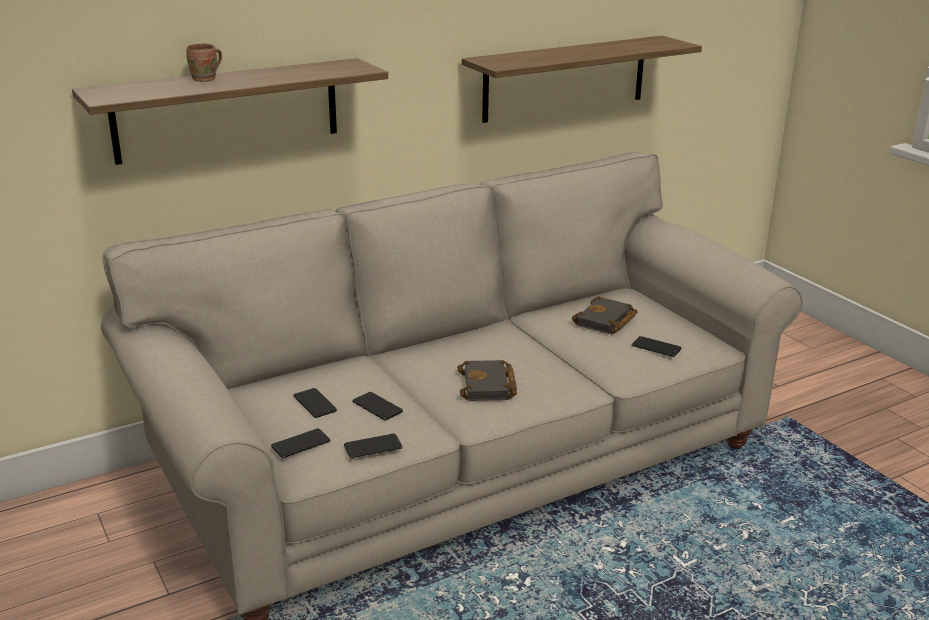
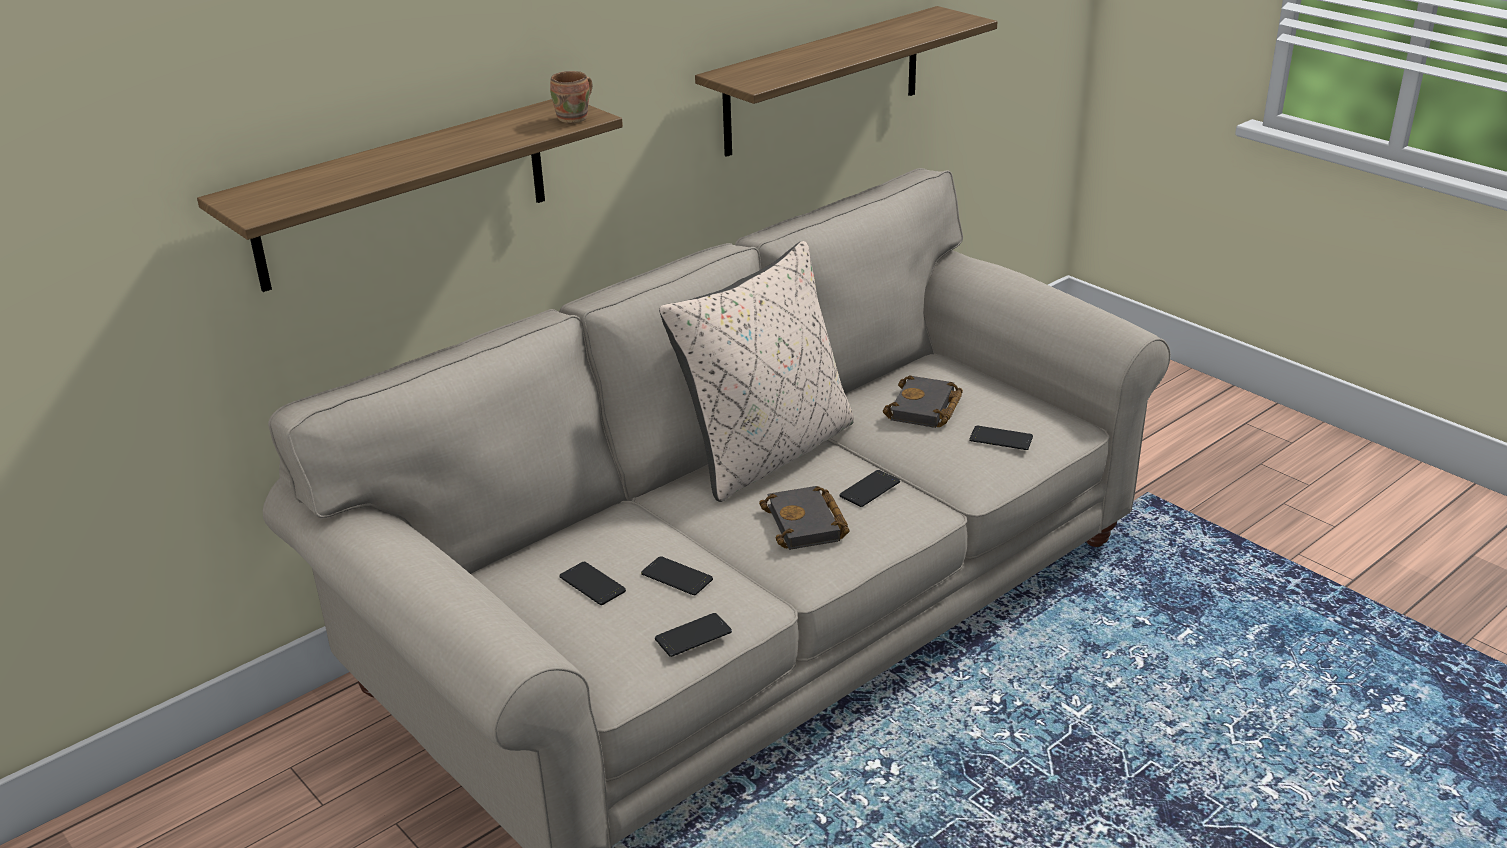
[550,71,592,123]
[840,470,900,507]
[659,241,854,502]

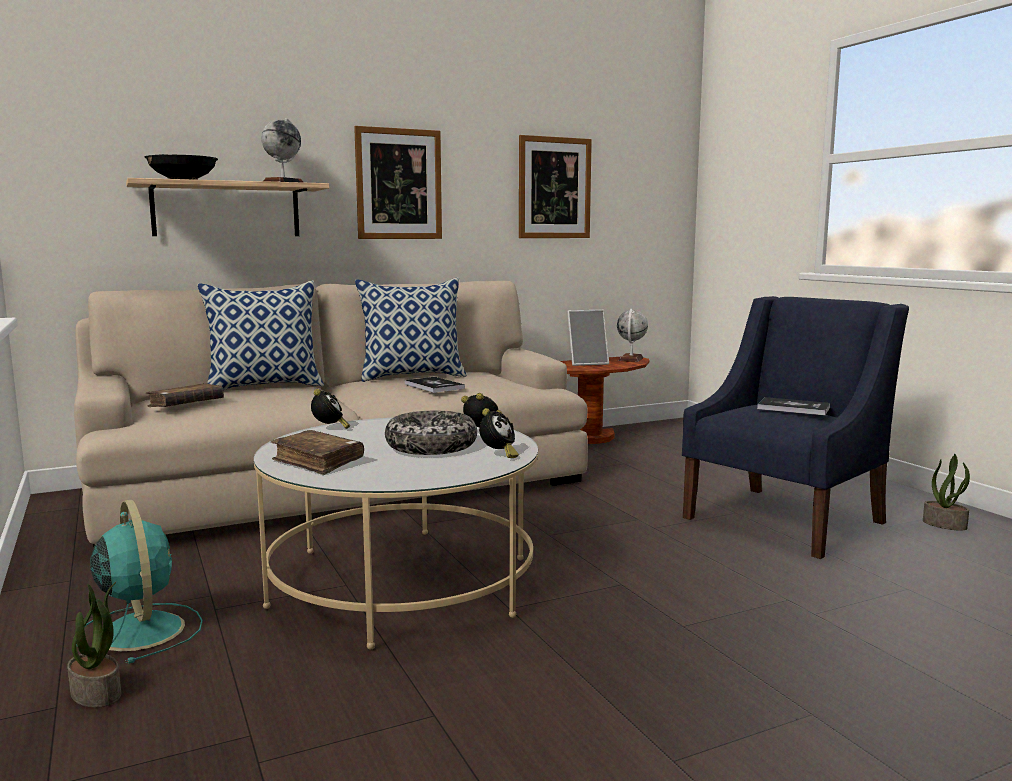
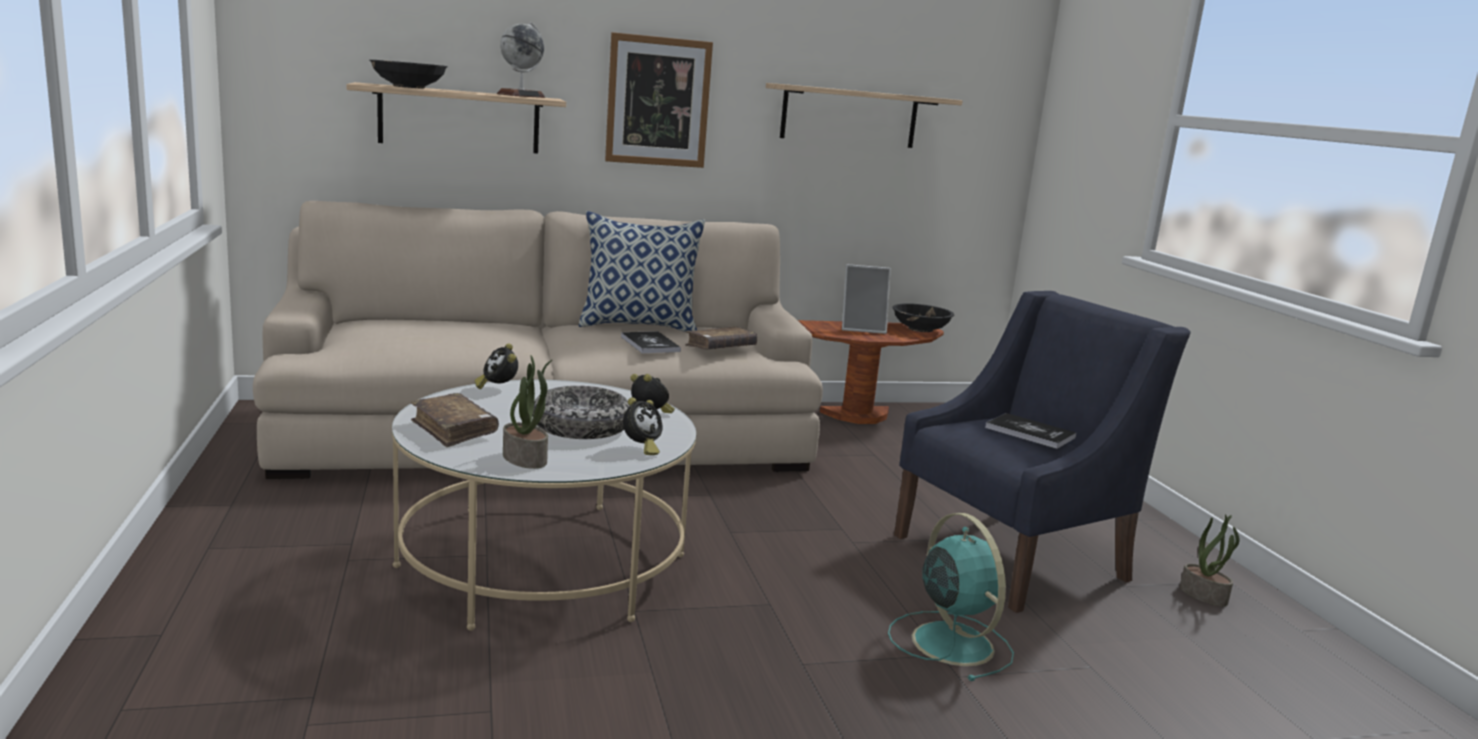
[503,356,553,469]
[888,513,1014,681]
[685,326,757,350]
[198,281,324,390] (first image)
[475,343,518,389]
[766,83,963,148]
[893,304,954,332]

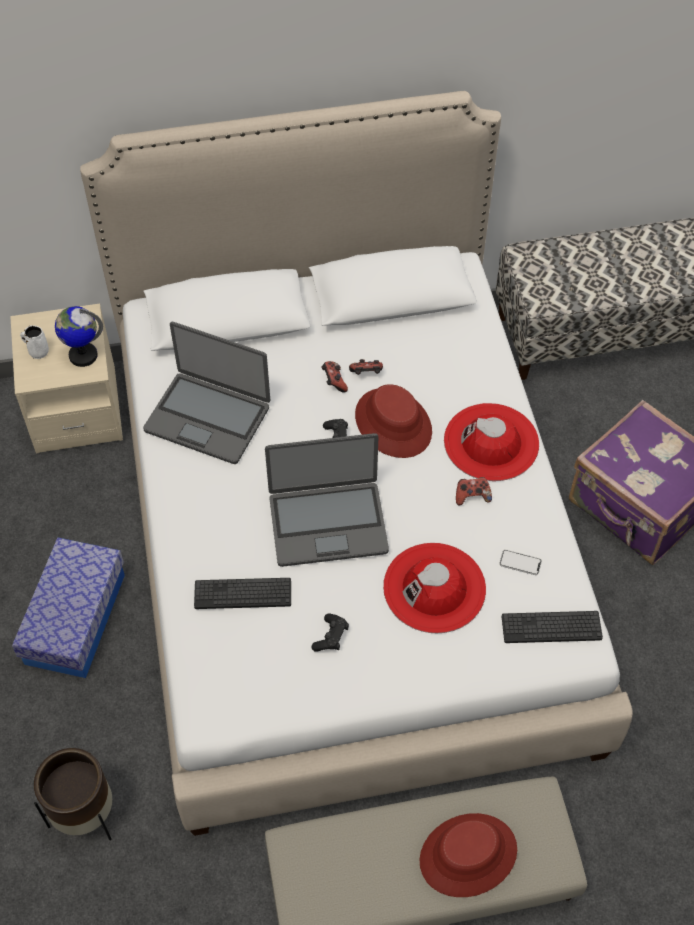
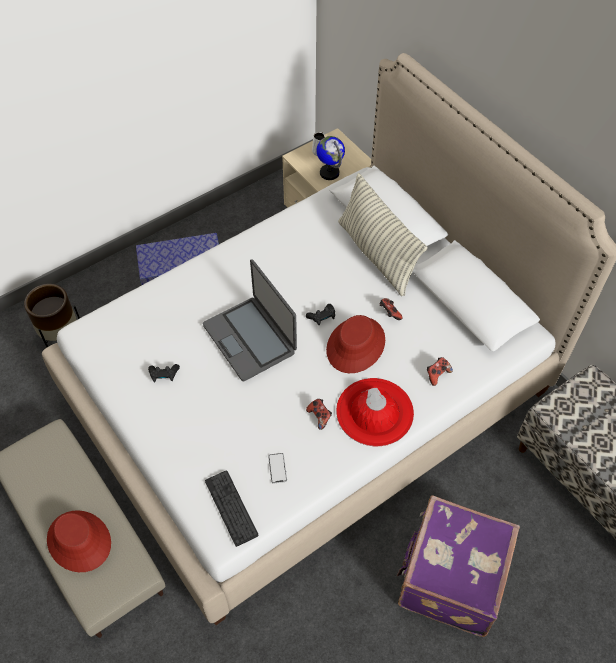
[143,322,270,464] (first image)
[194,578,291,609] (first image)
[427,357,453,386]
[383,543,486,633] (first image)
[338,173,427,296]

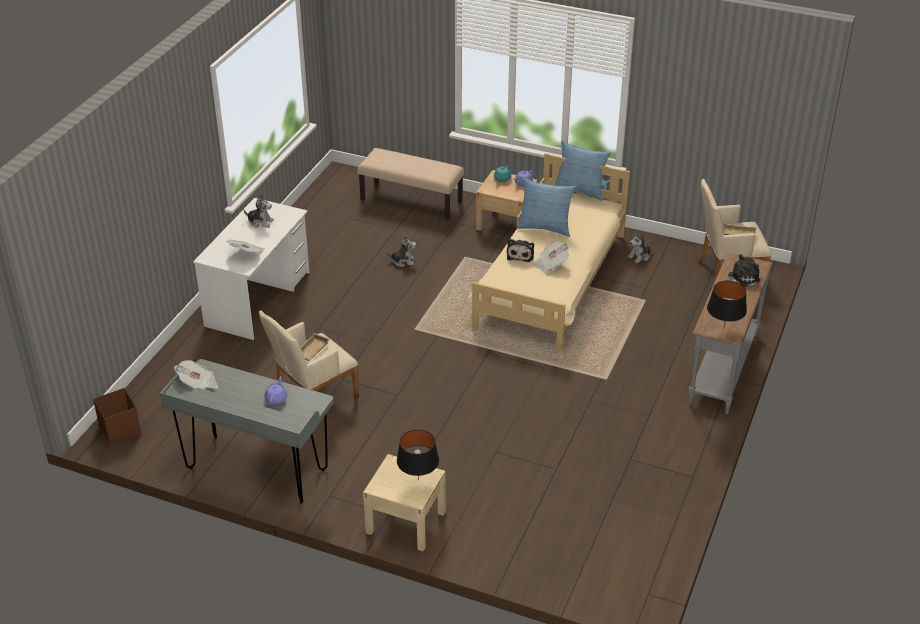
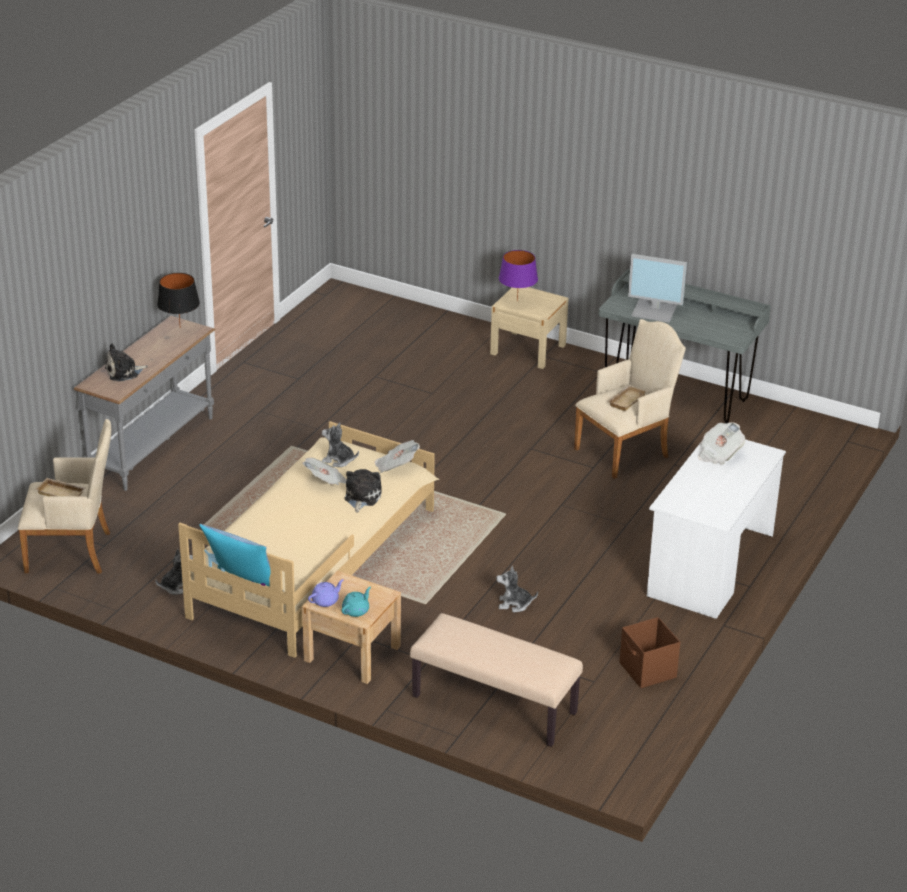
[619,617,680,688]
[375,440,420,473]
[322,423,359,467]
[628,254,687,323]
[499,250,538,302]
[517,178,576,237] (first image)

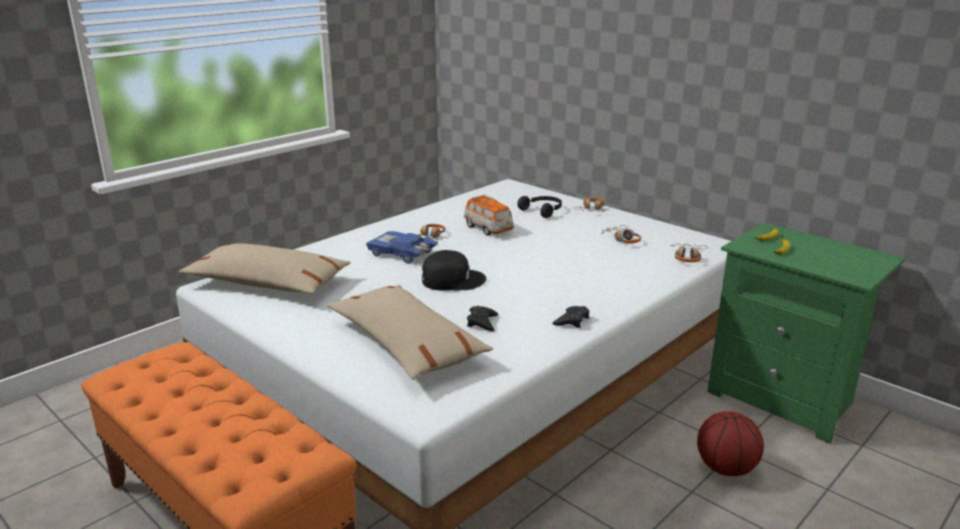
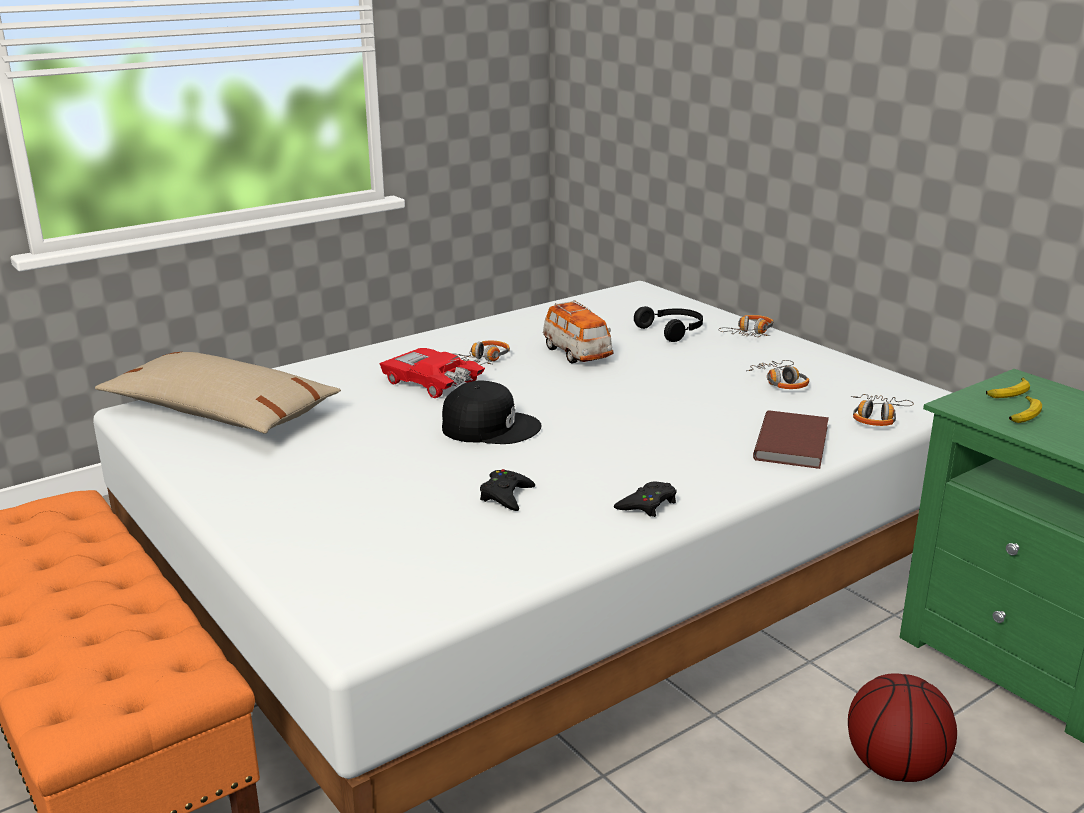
[327,285,493,380] (first image)
[379,348,485,398]
[753,410,829,469]

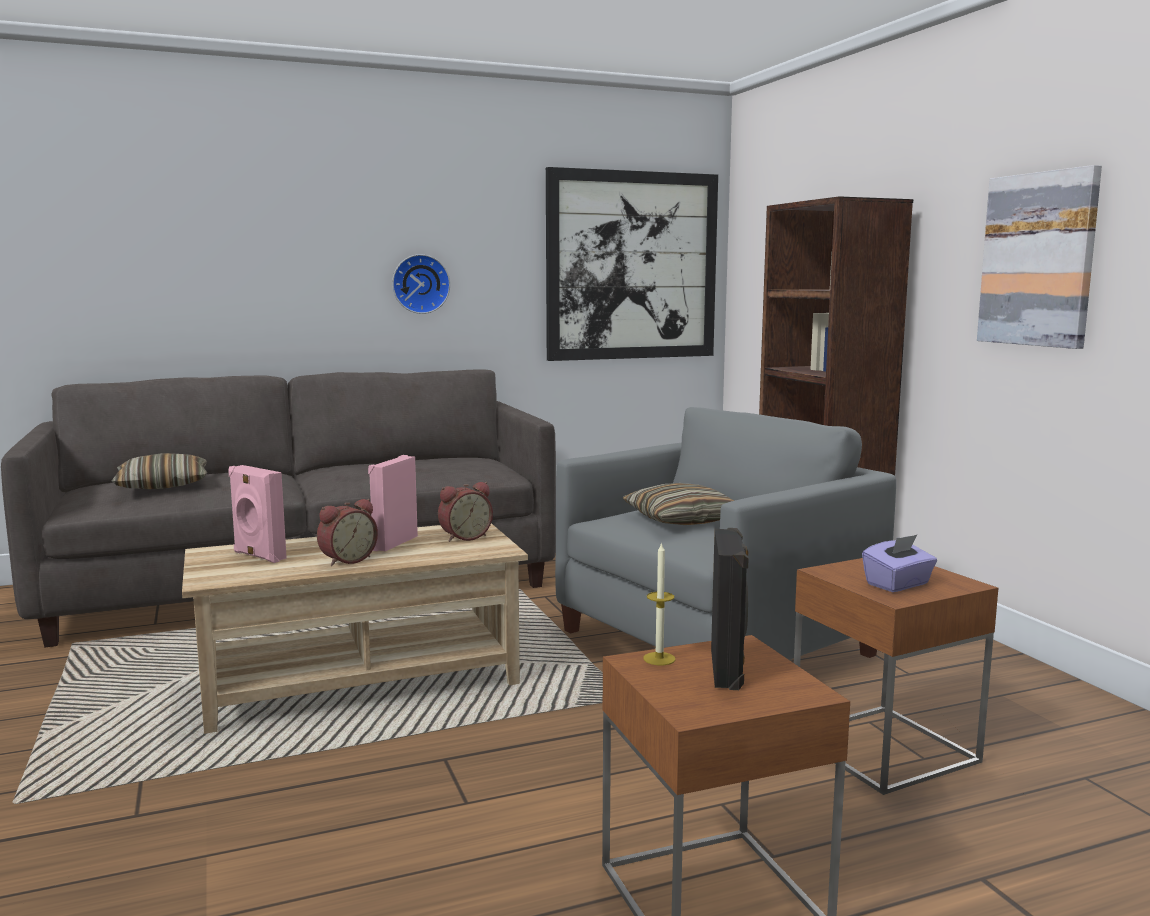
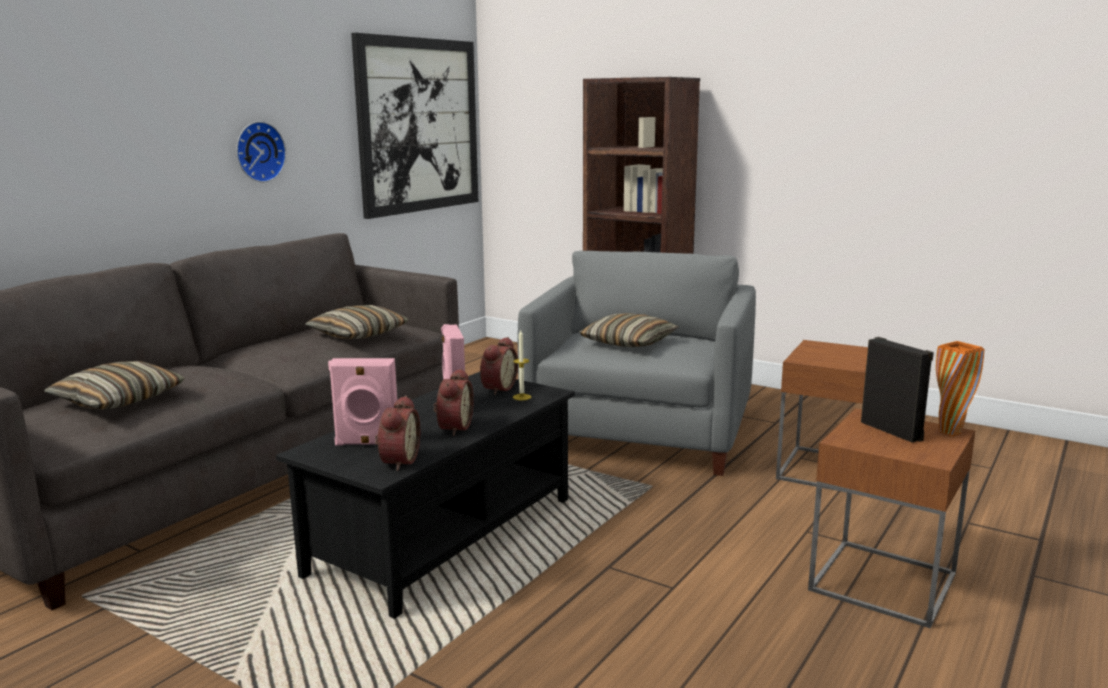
[276,372,575,619]
[513,330,531,400]
[862,534,937,592] (first image)
[977,165,1102,349] (first image)
[305,305,409,339]
[375,396,420,471]
[936,341,984,436]

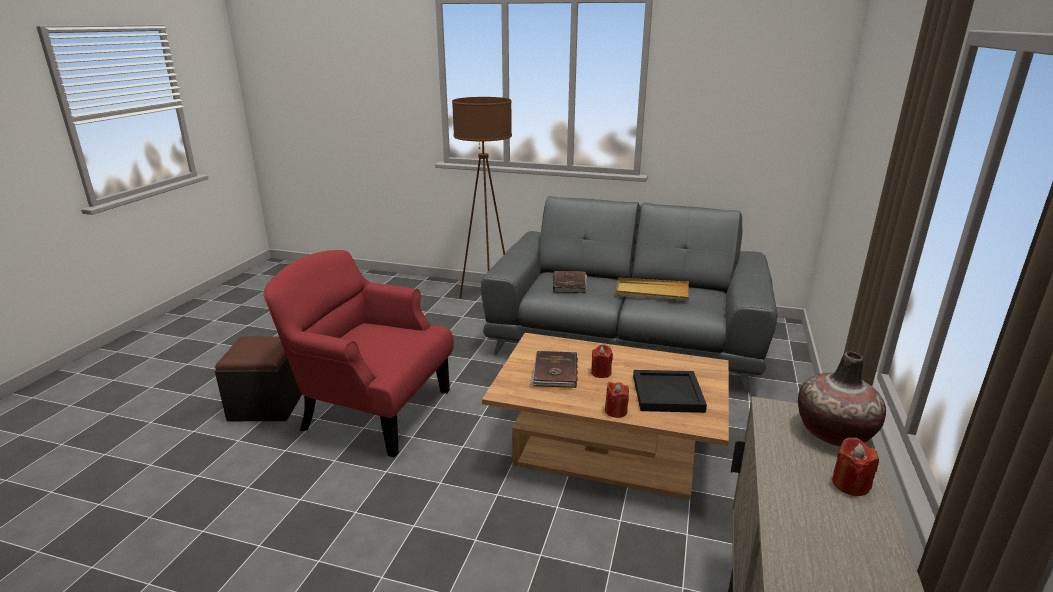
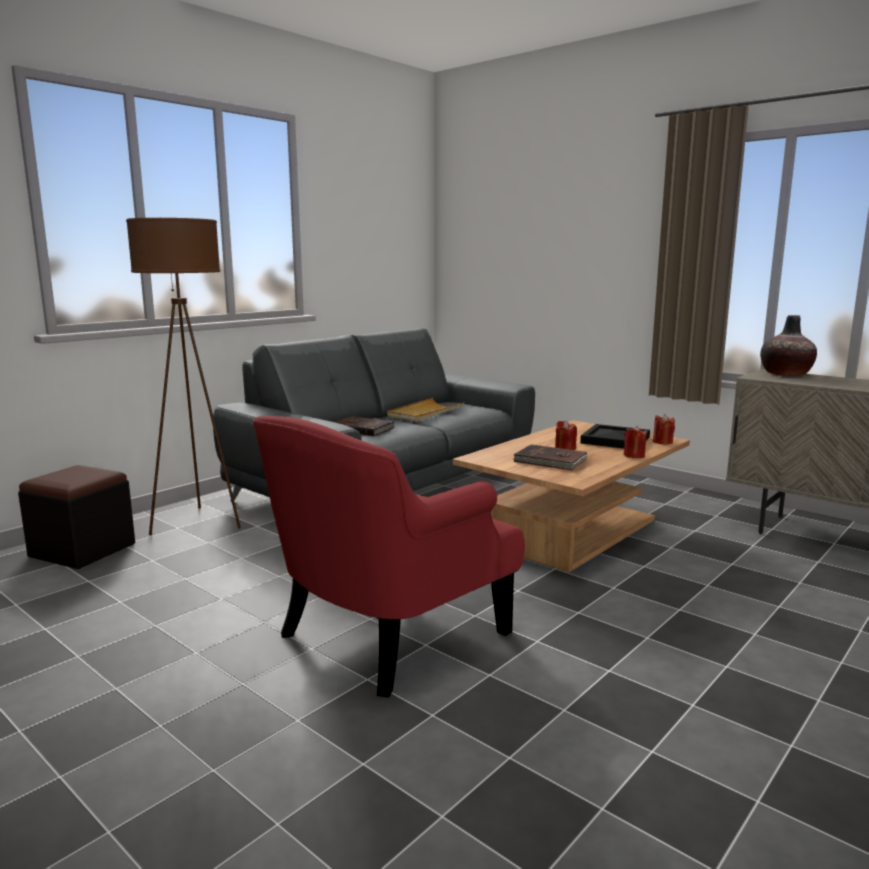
[18,465,135,569]
[653,414,675,445]

